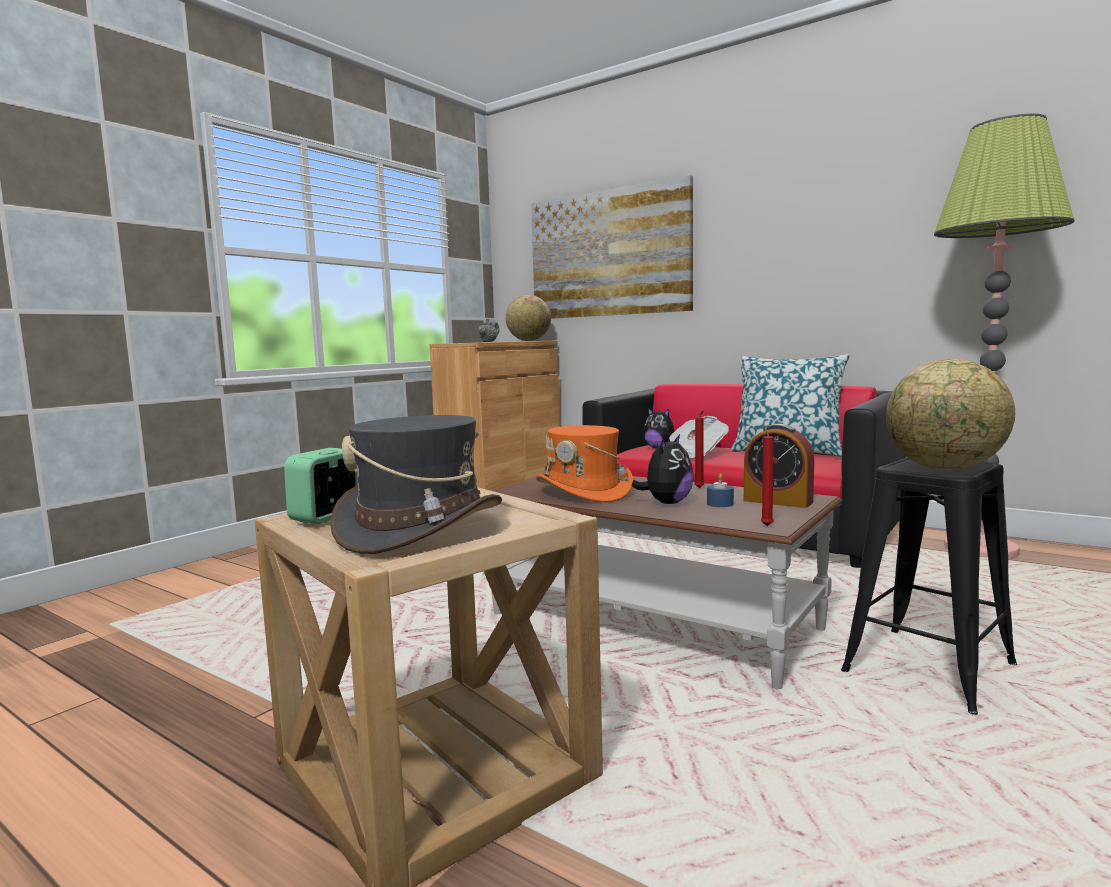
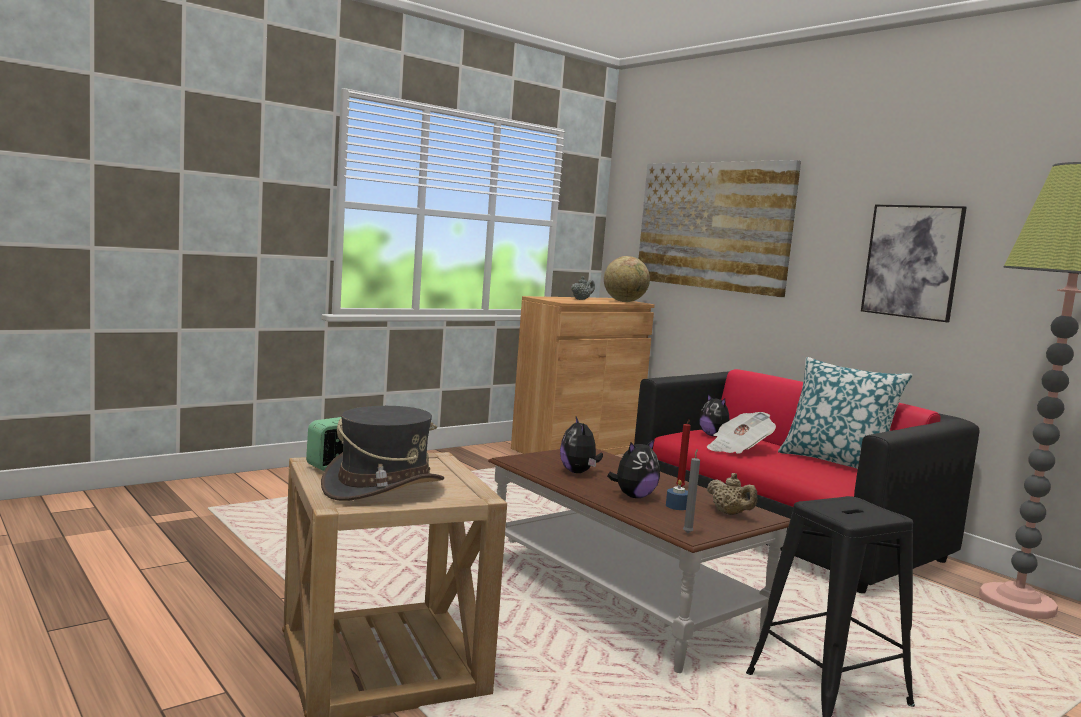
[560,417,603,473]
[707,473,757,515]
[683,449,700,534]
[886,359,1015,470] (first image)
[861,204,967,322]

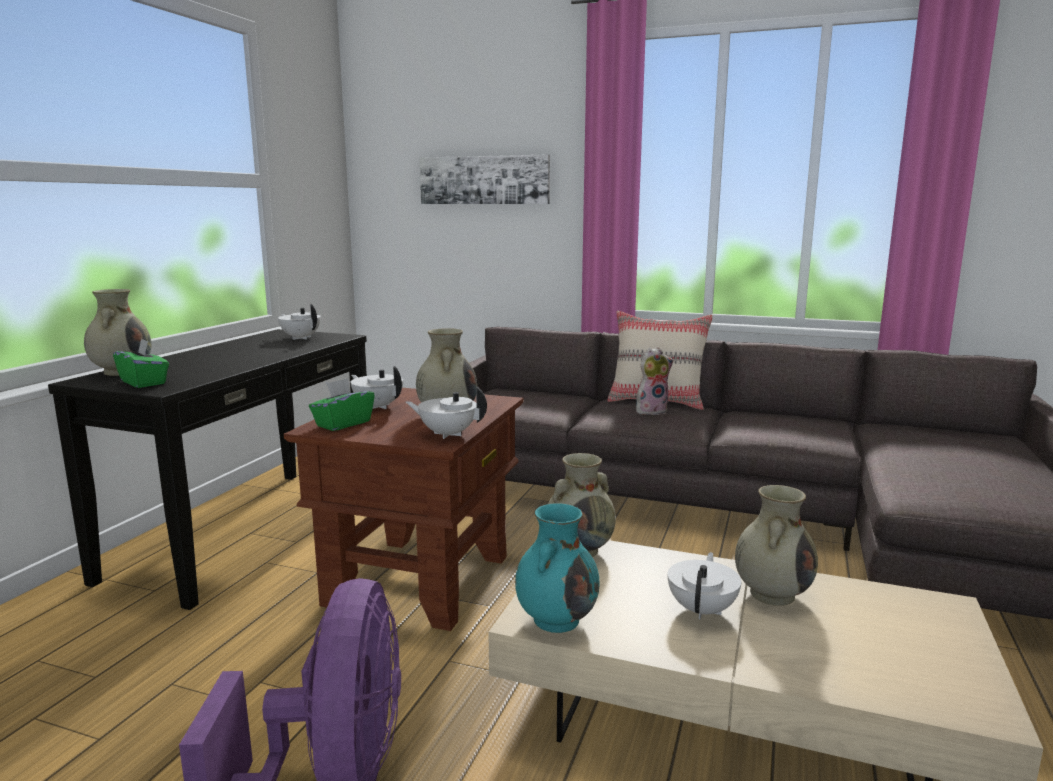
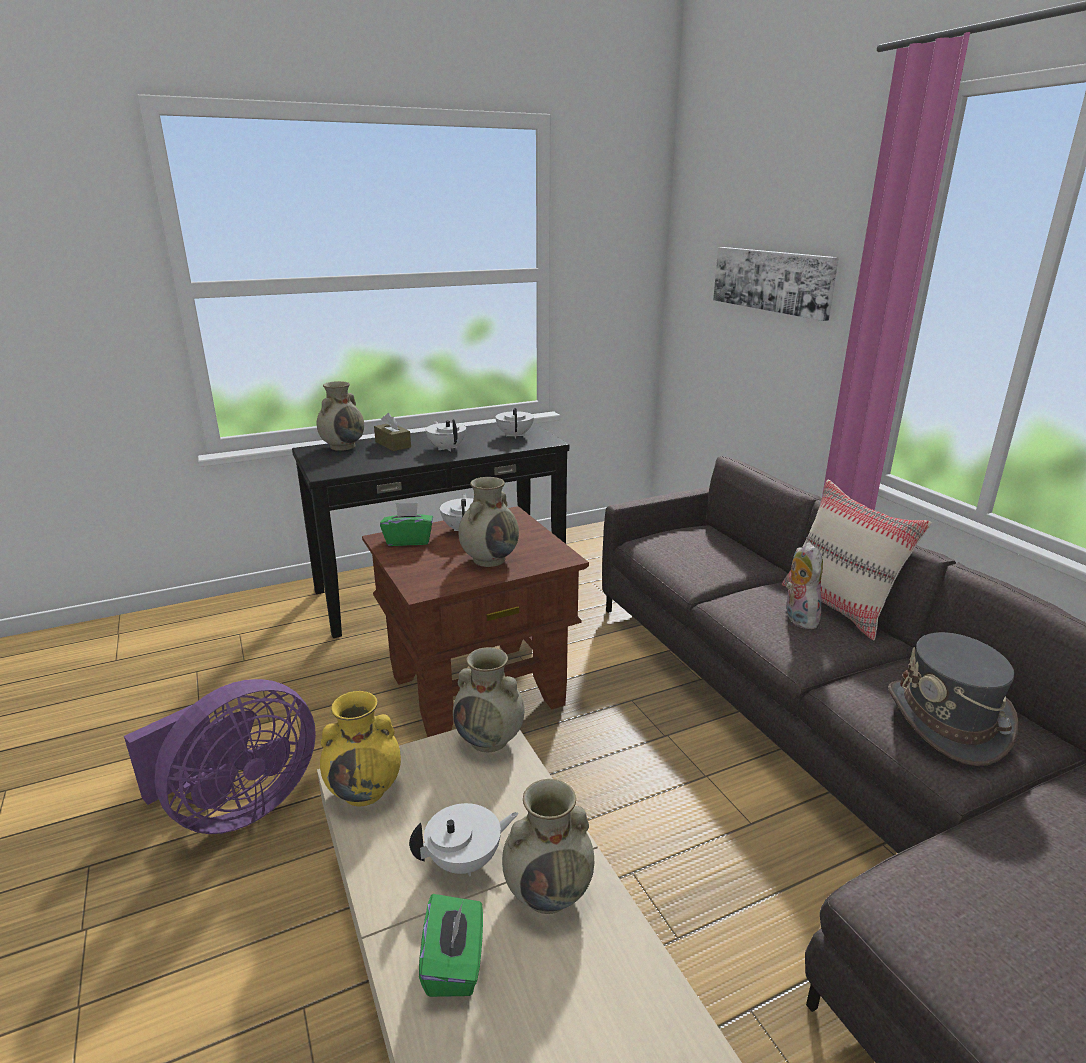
[419,894,483,997]
[426,419,466,451]
[320,691,401,806]
[786,542,823,629]
[374,413,411,451]
[888,632,1019,766]

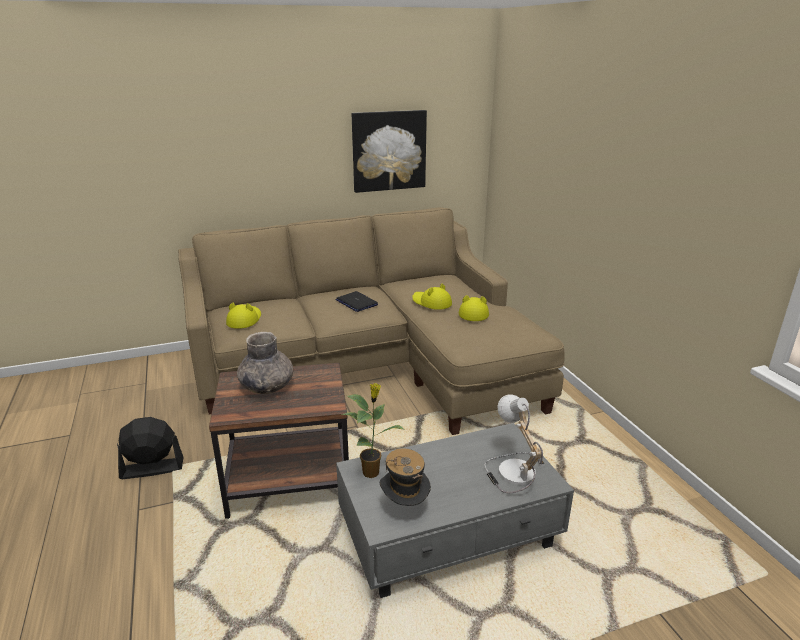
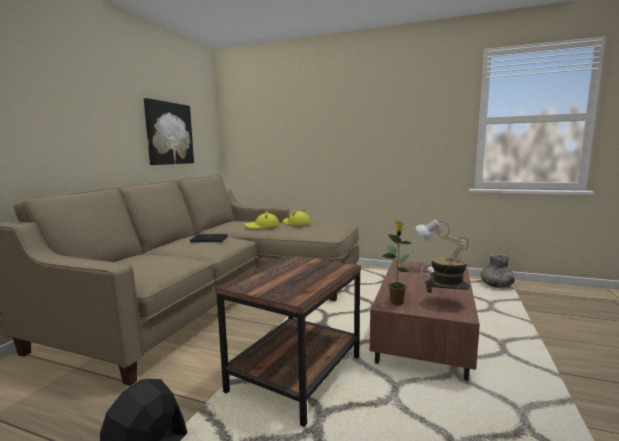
[226,303,261,329] (first image)
[481,254,515,288]
[370,260,480,381]

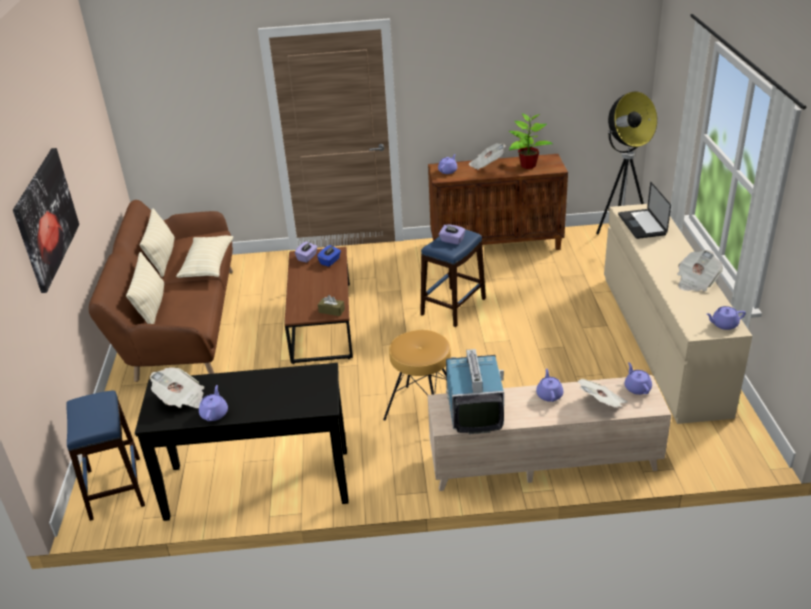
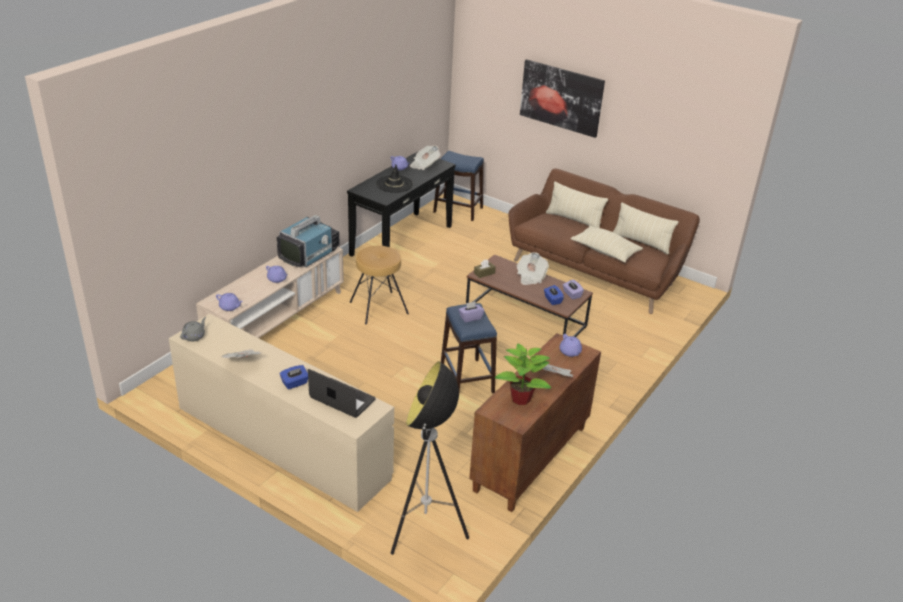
[277,215,340,267]
[516,252,549,285]
[180,317,206,341]
[280,365,308,389]
[376,164,413,193]

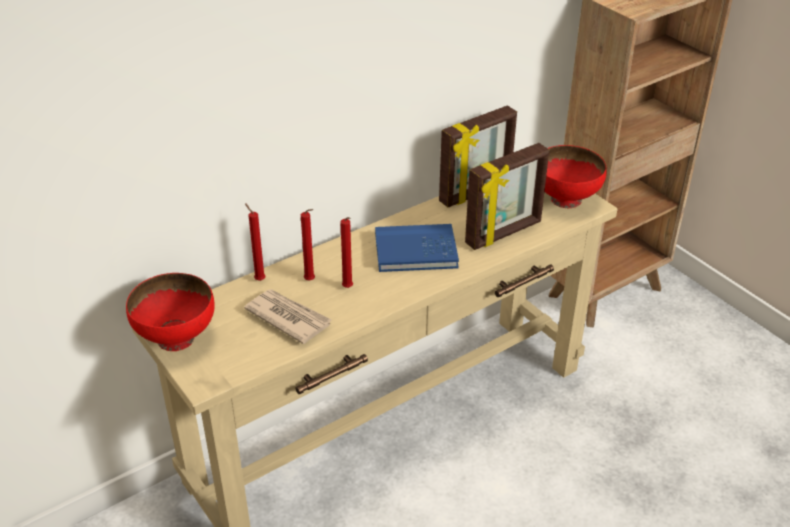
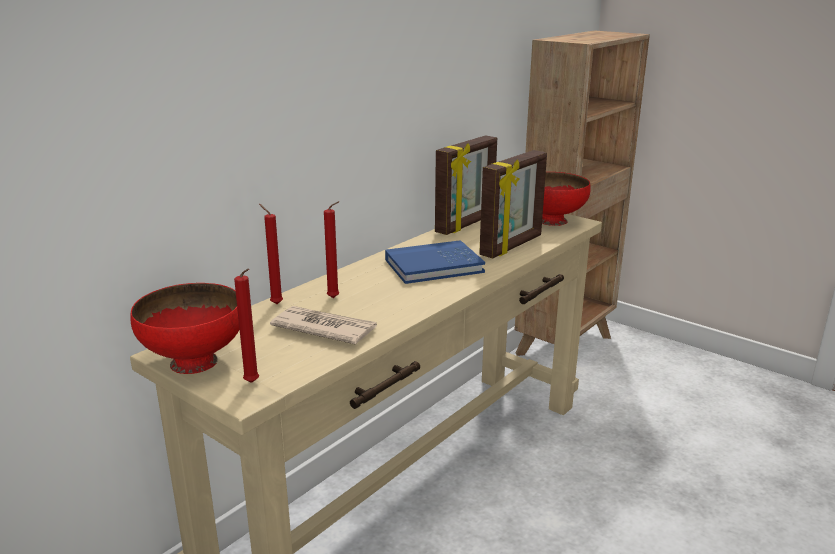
[234,269,259,383]

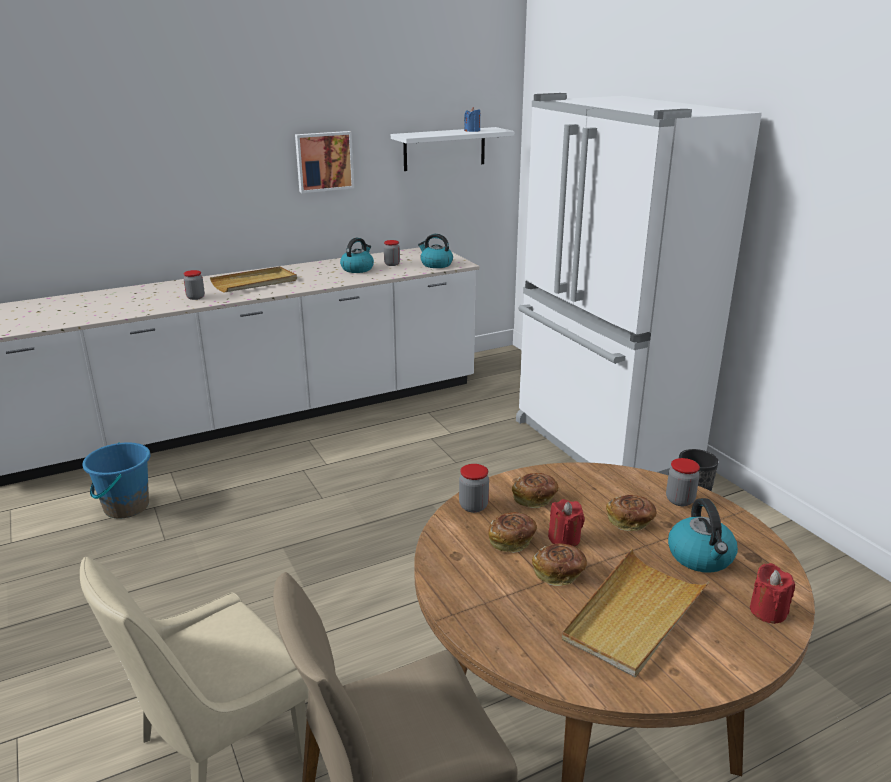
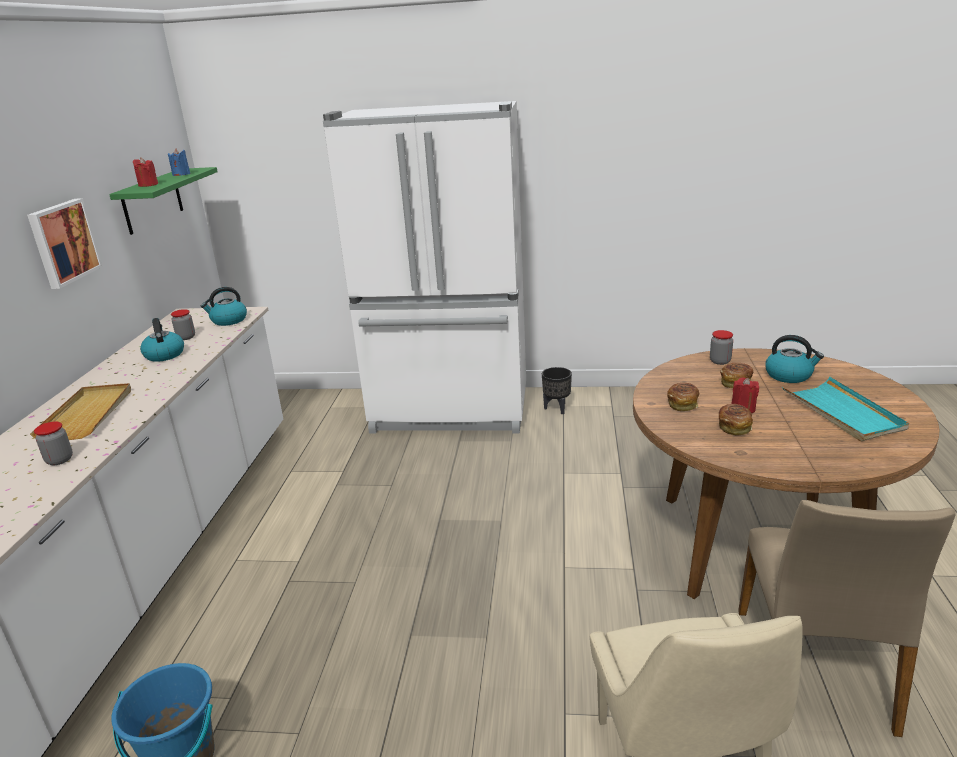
[109,167,218,235]
[459,464,489,513] (first image)
[532,543,587,586] (first image)
[782,377,909,441]
[133,157,158,187]

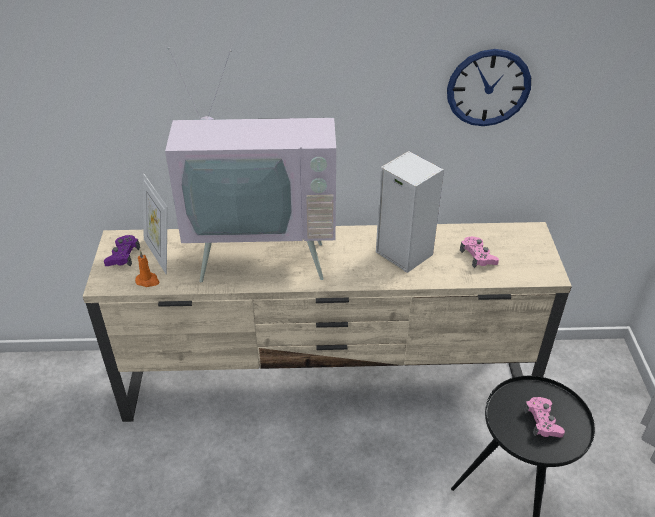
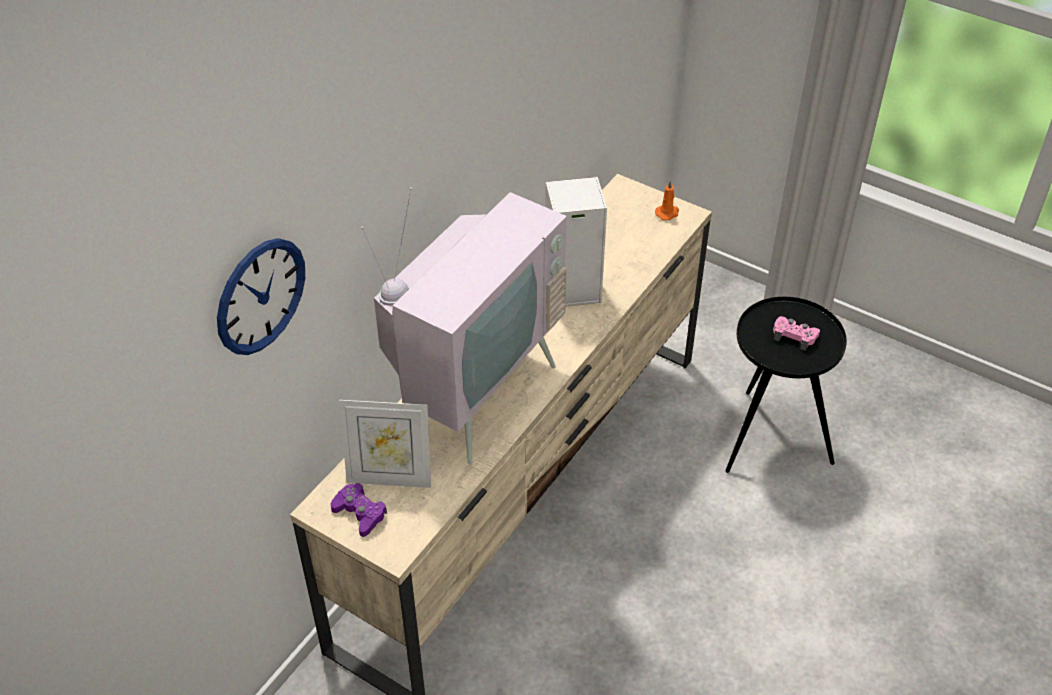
[655,180,679,220]
[217,238,305,355]
[460,236,499,268] (first image)

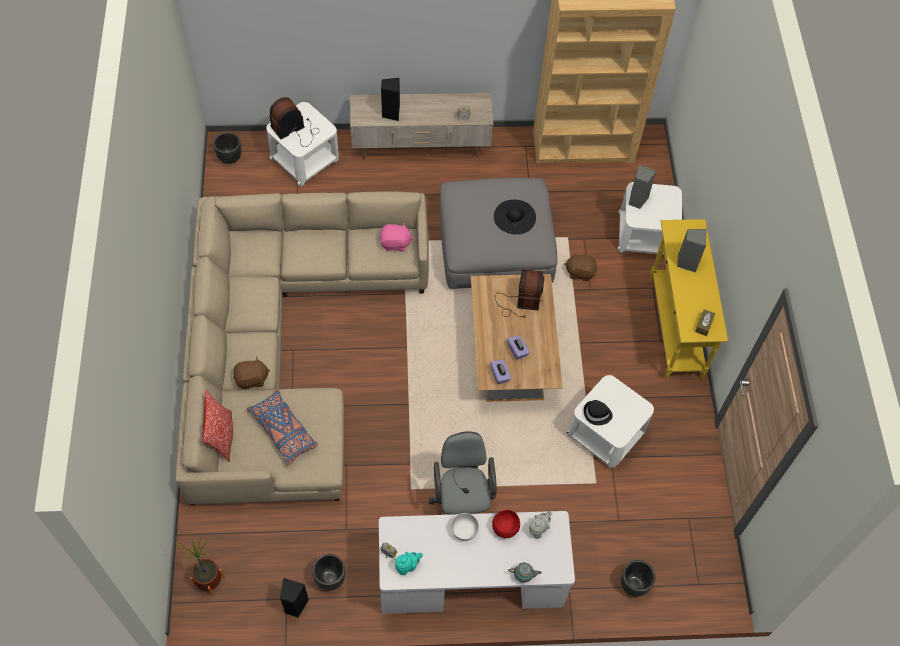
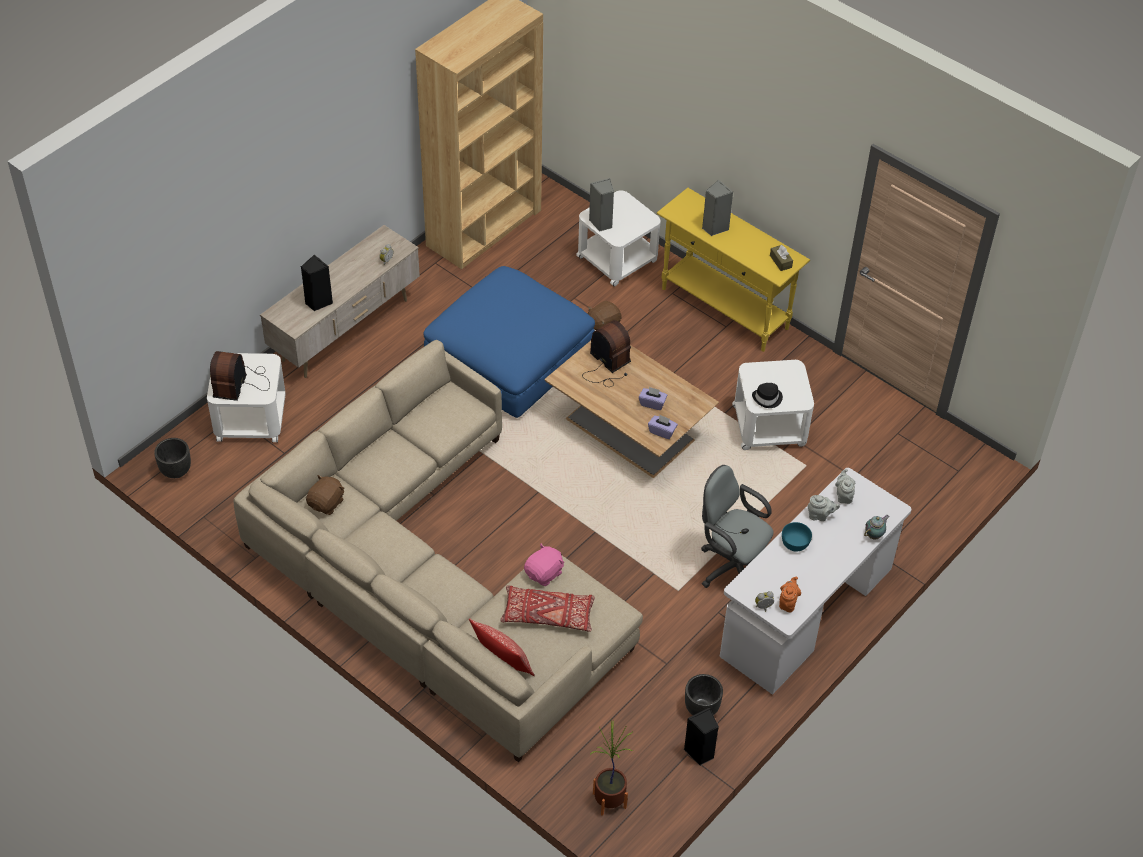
[306,475,345,515]
[500,585,595,632]
[524,543,565,586]
[779,577,801,613]
[423,266,595,418]
[782,522,812,552]
[808,495,840,521]
[494,200,536,235] (first image)
[621,560,655,597] (first image)

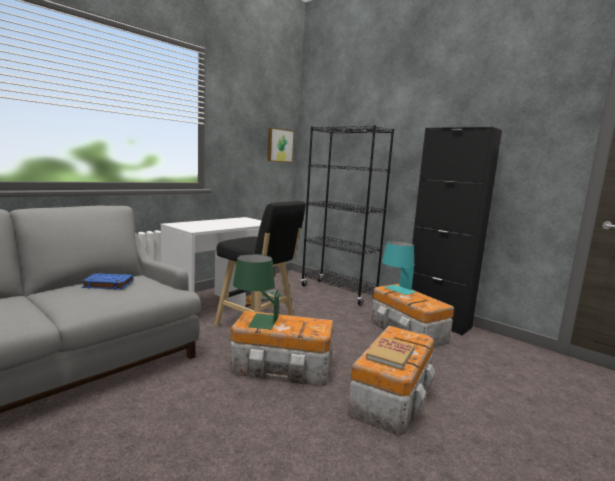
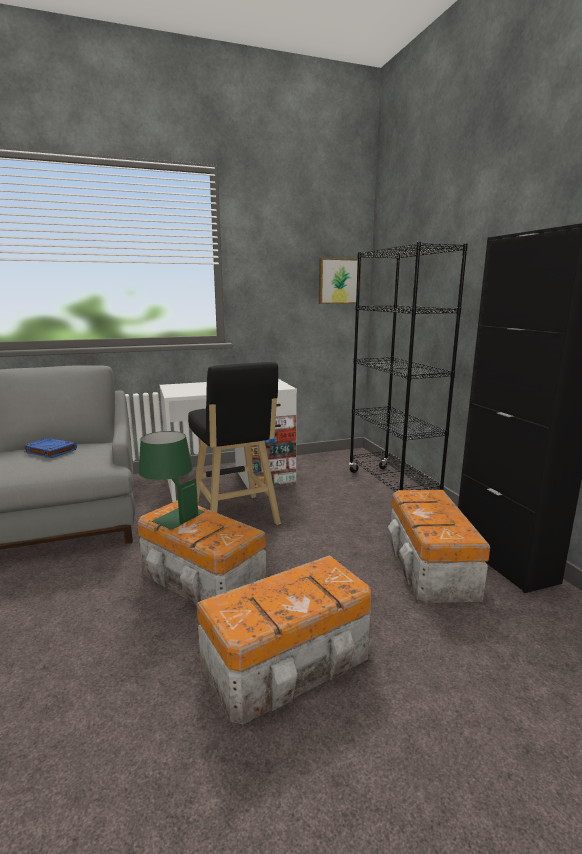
[366,336,415,370] (first image)
[382,241,415,295] (first image)

